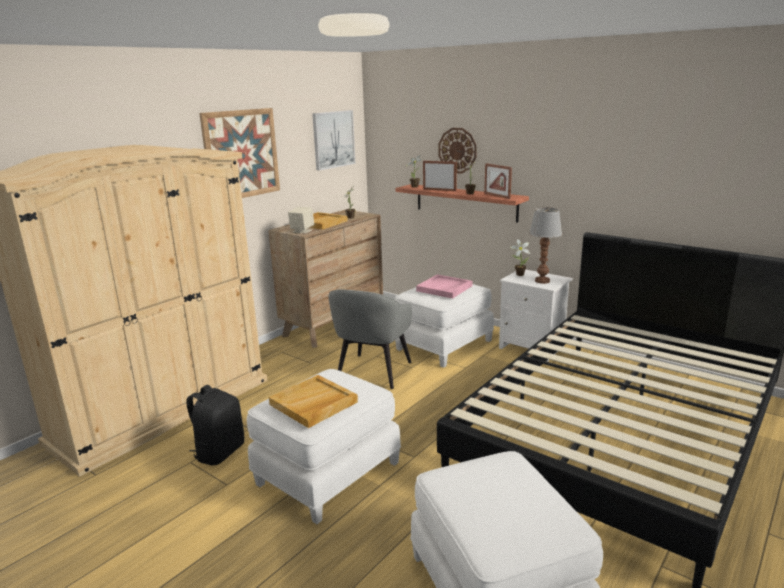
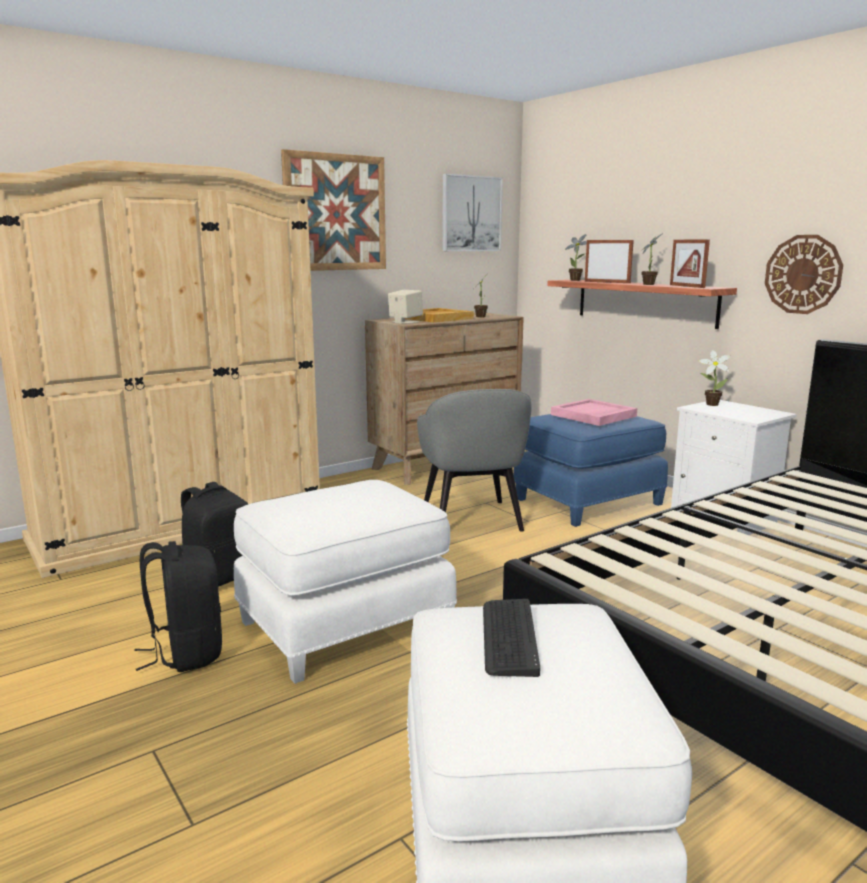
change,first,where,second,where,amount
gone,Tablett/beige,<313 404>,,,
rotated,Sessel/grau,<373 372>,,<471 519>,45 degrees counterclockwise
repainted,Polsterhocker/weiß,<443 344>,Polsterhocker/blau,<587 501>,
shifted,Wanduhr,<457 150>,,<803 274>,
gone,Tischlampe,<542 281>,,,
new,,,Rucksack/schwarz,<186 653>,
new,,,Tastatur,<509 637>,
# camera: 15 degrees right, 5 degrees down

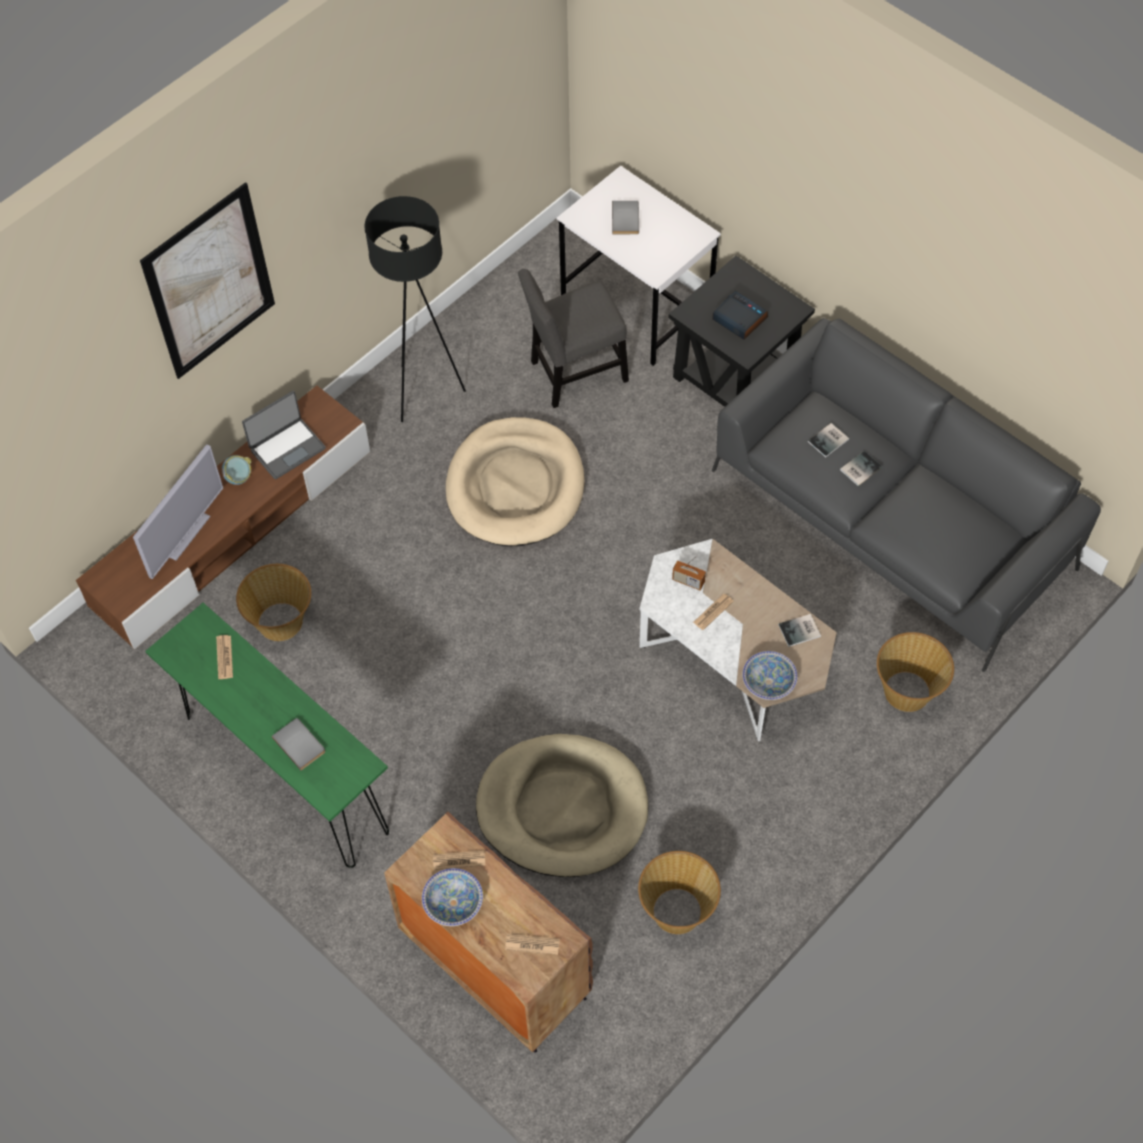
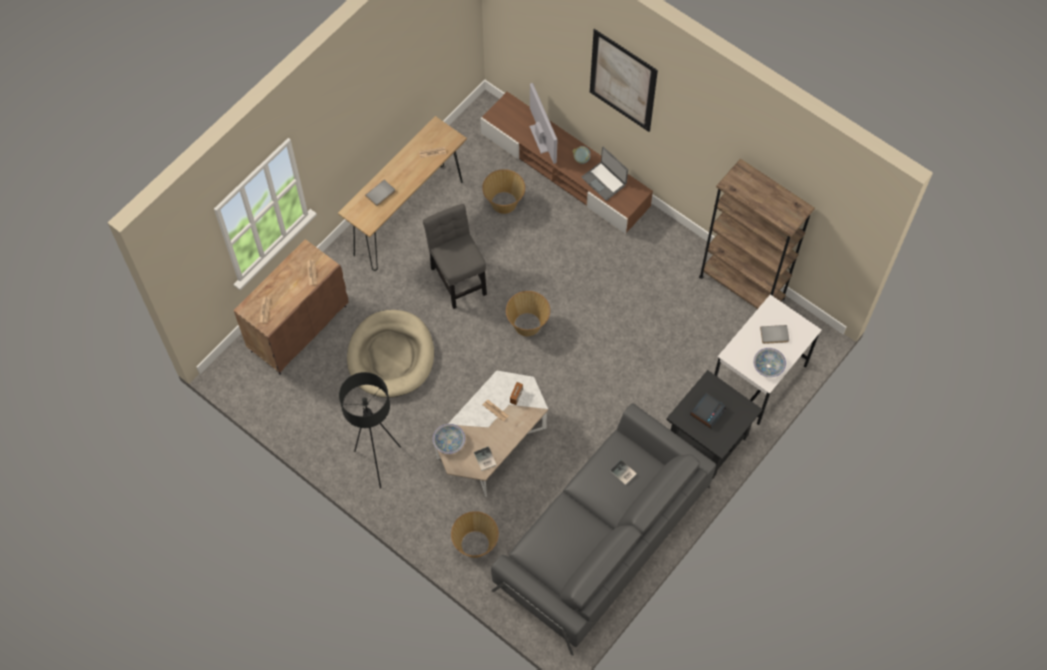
change,first,where,second,where,amount
rotated,Fernseher,<184 534>,,<540 138>,135 degrees counterclockwise
repainted,Konsolentisch/grün,<286 773>,Konsolentisch/braun,<408 217>,
shifted,Stehlampe/schwarz,<424 393>,,<378 462>,
shifted,Schüssel,<453 903>,,<768 366>,
gone,Hundebett/beige,<515 486>,,,
shifted,Stuhl/grau,<574 374>,,<458 278>,
shifted,Korb,<677 910>,,<527 324>,
gone,Buch,<859 469>,,,
new,,,Bücherregal/braun,<741 287>,
# camera: 85 degrees right, 5 degrees up

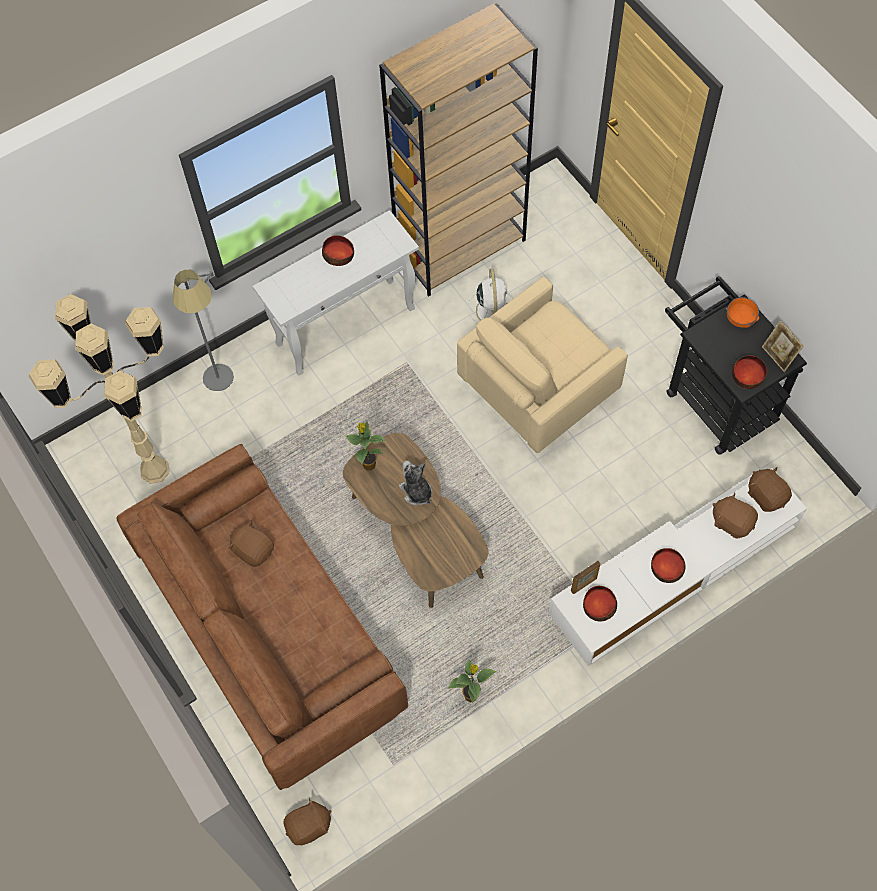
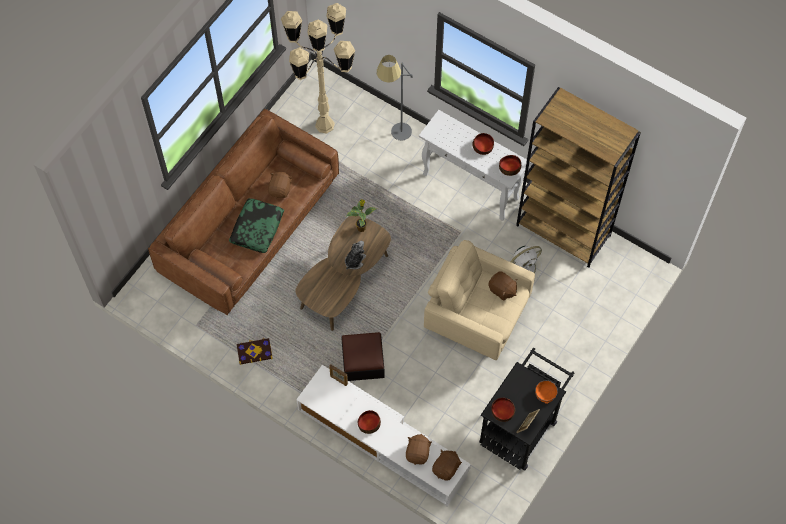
change,first,where,second,where,amount
shifted,Plüschtier/braun,<309 826>,,<502 290>,
swapped,Topfpflanze,<471 695>,Buch,<254 351>,
shifted,Schüssel,<599 606>,,<510 167>,
new,,,Kissen,<257 228>,
new,,,Polsterhocker,<363 361>,
# camera: 65 degrees right, 0 degrees up

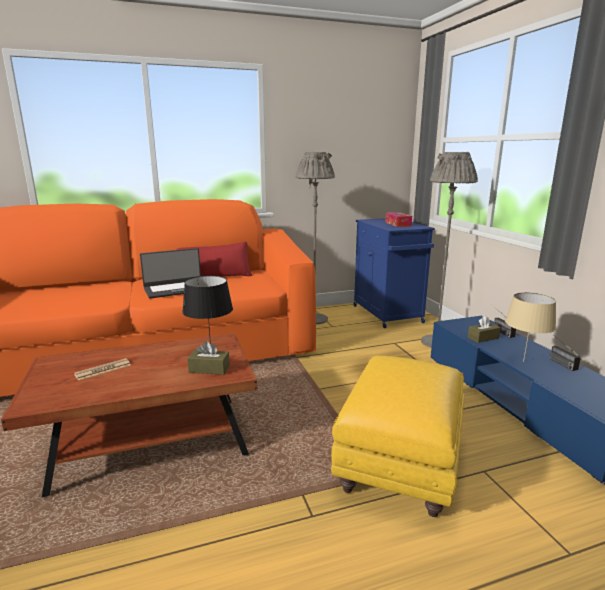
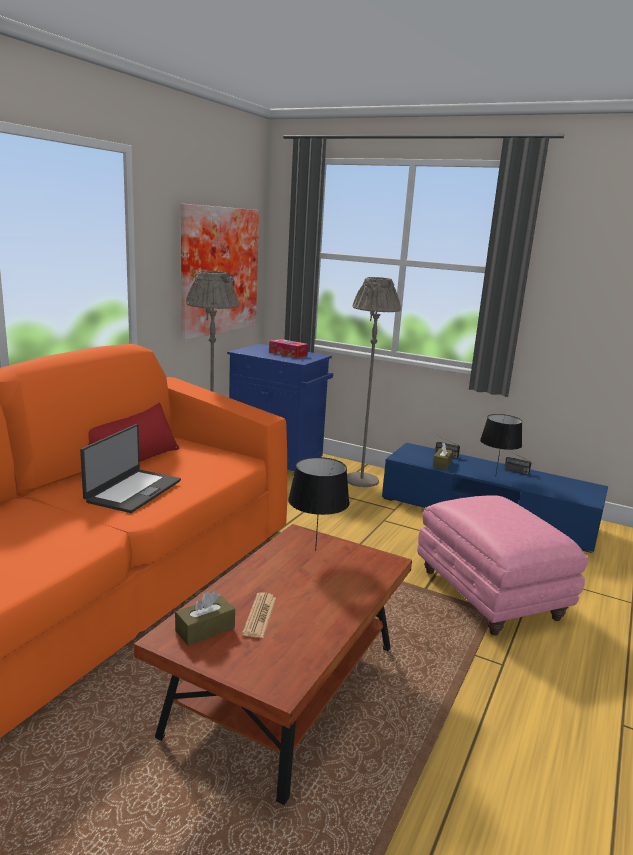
change,first,where,second,where,amount
shifted,Taschentuchbox/braun,<209 369>,,<205 629>,
repainted,Polsterhocker/gelb,<400 464>,Polsterhocker/rosa,<491 596>,
repainted,Tischlampe/beige,<523 362>,Tischlampe/schwarz,<495 477>,
new,,,Bild,<216 270>,
# camera: 45 degrees left, 0 degrees up

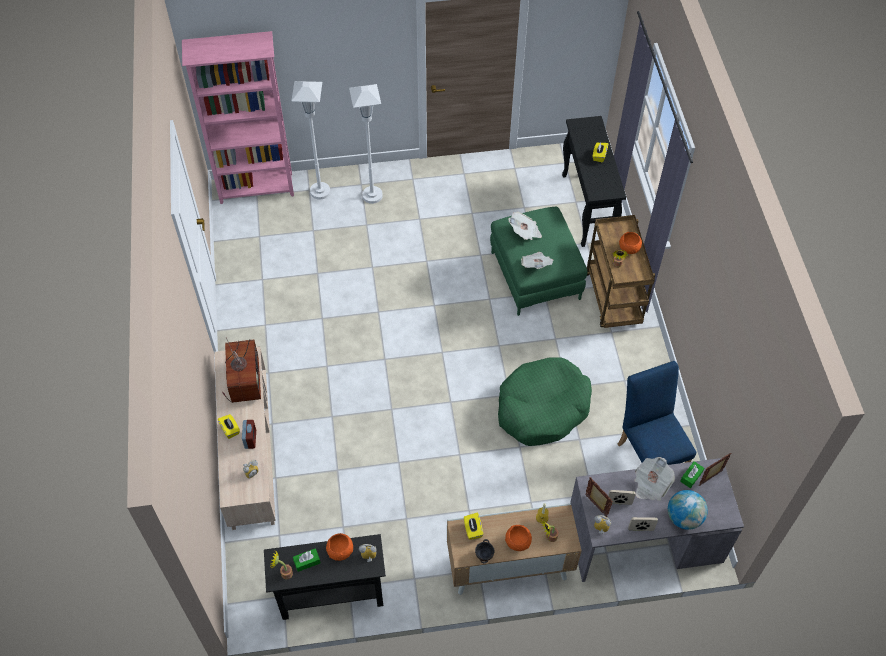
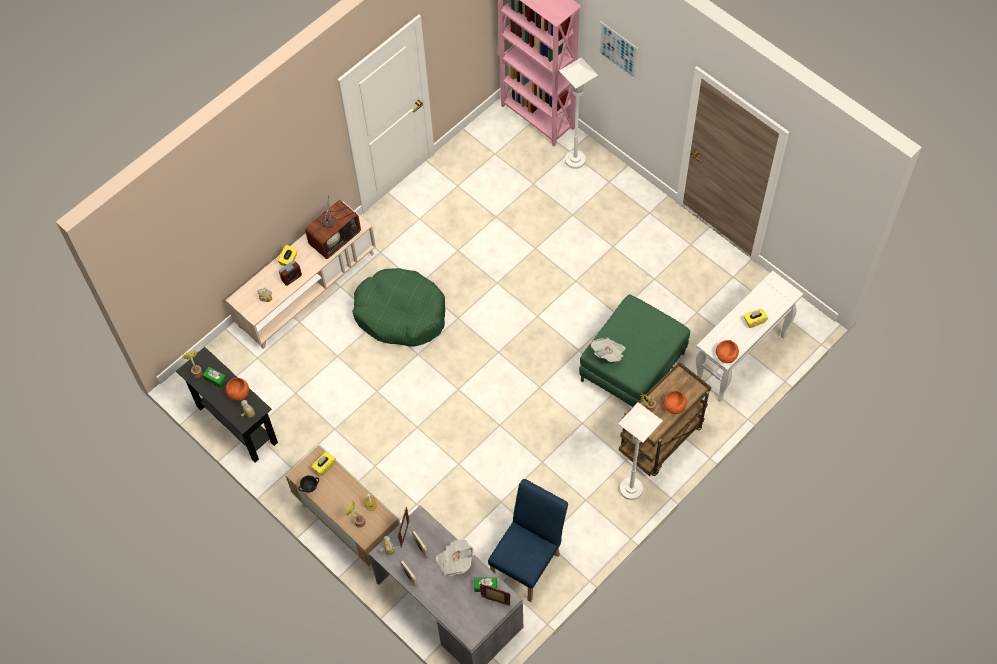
change,first,where,second,where,amount
shifted,Stehlampe/weiß,<372 195>,,<631 489>,
shifted,Hundebett/grün,<542 408>,,<401 314>,
shifted,Schüssel/orange,<517 542>,,<726 355>,
gone,Zeitung,<525 232>,,,
repainted,Konsolentisch/schwarz,<587 209>,Konsolentisch/weiß,<740 360>,
gone,Globus,<684 517>,,,
new,,,Bild,<618 50>,
# camera: 55 degrees right, 5 degrees up

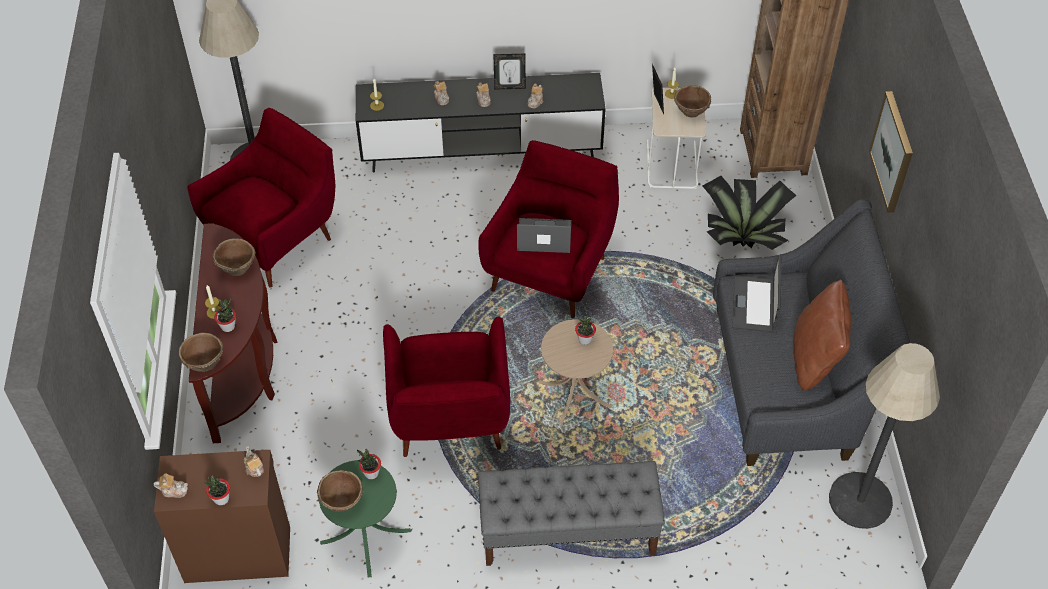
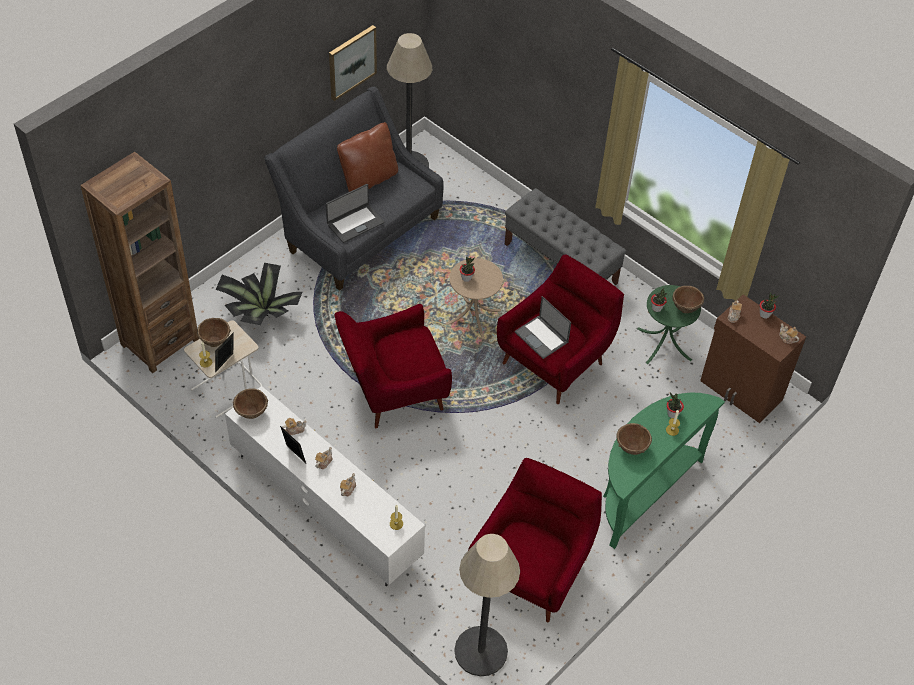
change,first,where,second,where,amount
shifted,Schüssel/braun,<204 363>,,<252 412>,
rotated,Sessel/rot,<276 238>,,<532 569>,120 degrees clockwise
repainted,Konsolentisch/braun,<244 370>,Konsolentisch/grün,<643 491>,
repainted,Fernsehschrank/schwarz,<481 153>,Fernsehschrank/weiß,<326 508>,
shifted,Laptop,<543 236>,,<542 337>,
shifted,Bild,<893 152>,,<351 62>,
# camera: 135 degrees left, 0 degrees up

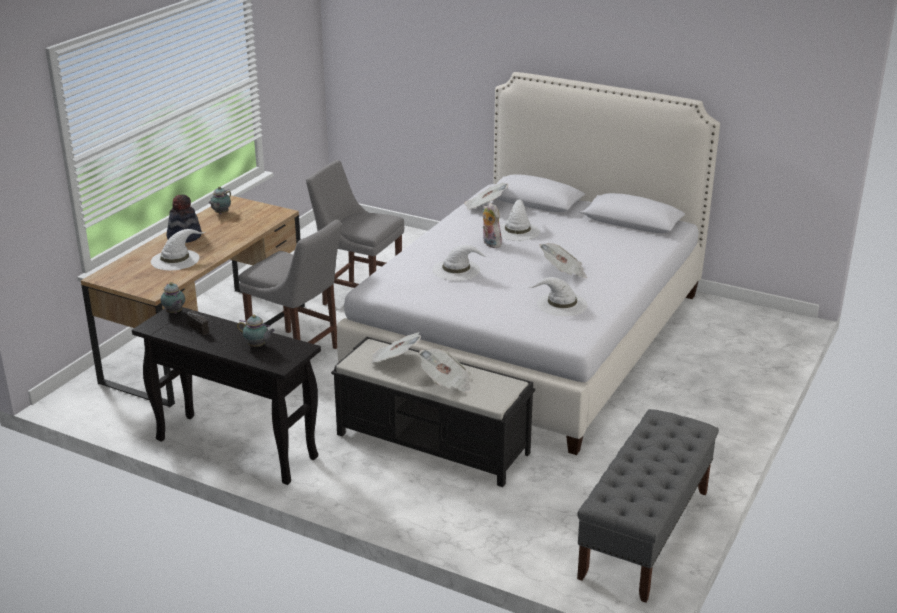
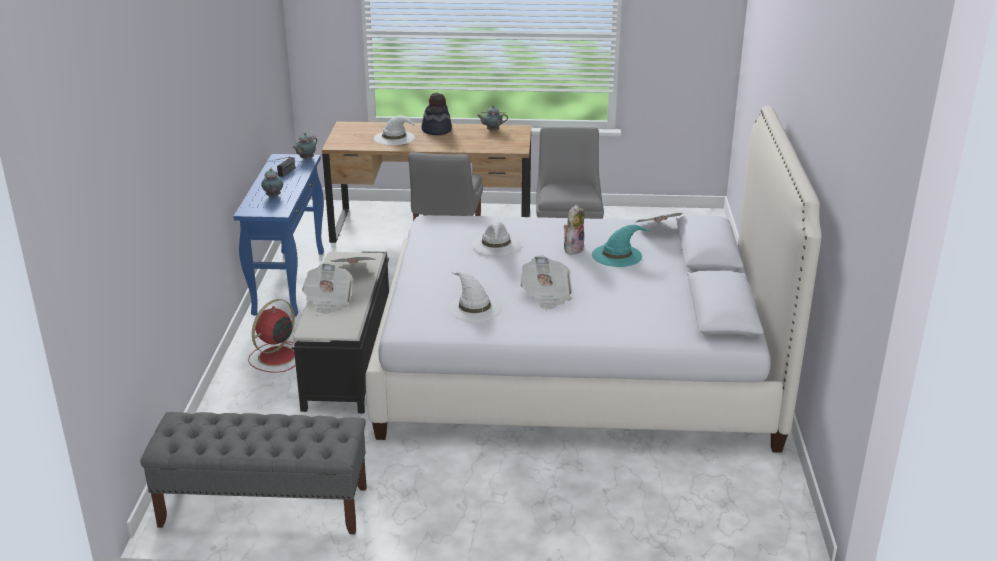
change,first,where,second,where,amount
repainted,Konsolentisch/schwarz,<234 449>,Konsolentisch/blau,<289 281>,
repainted,Hut/weiß,<517 231>,Hut/türkis,<617 255>,
new,,,Ventilator/rot,<275 357>,
# camera: 65 degrees right, 0 degrees up

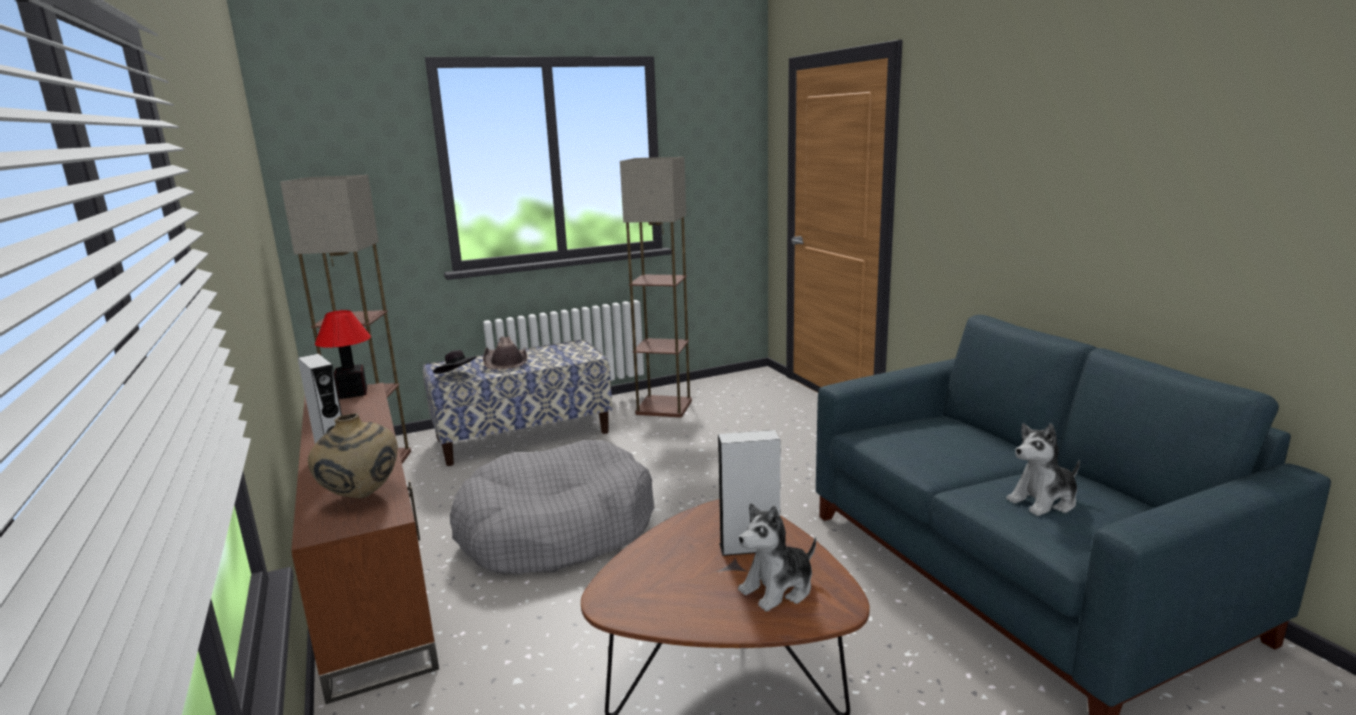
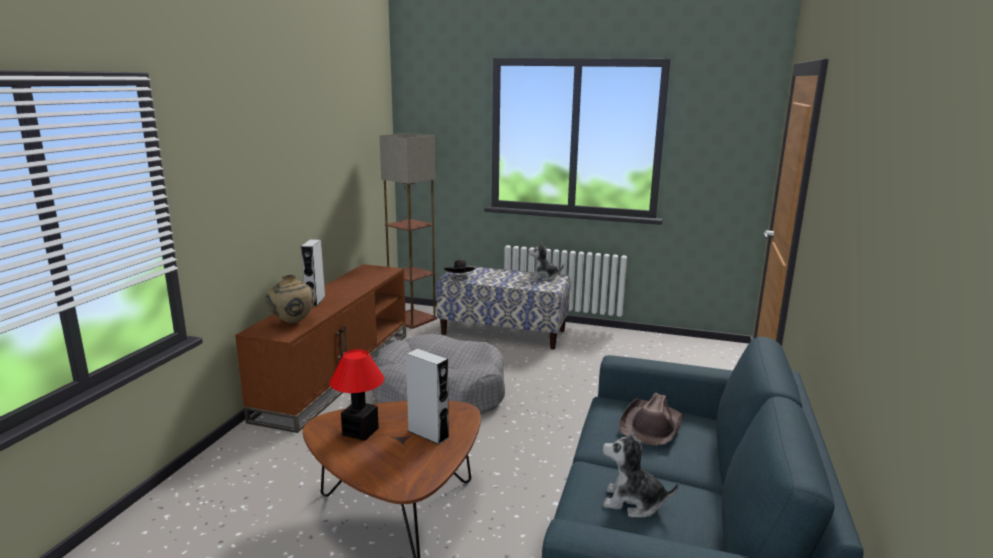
change,first,where,second,where,amount
shifted,Tischlampe,<352 393>,,<359 431>,
shifted,Hut/braun,<506 361>,,<651 425>,
gone,Stehlampe,<665 407>,,,
shifted,Plüschtier,<778 589>,,<543 277>,
# camera: 40 degrees right, 0 degrees up

